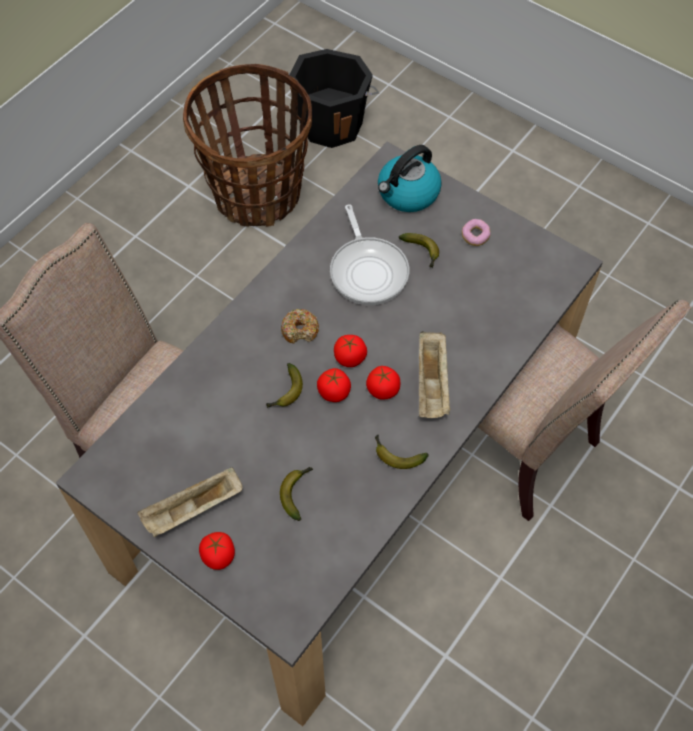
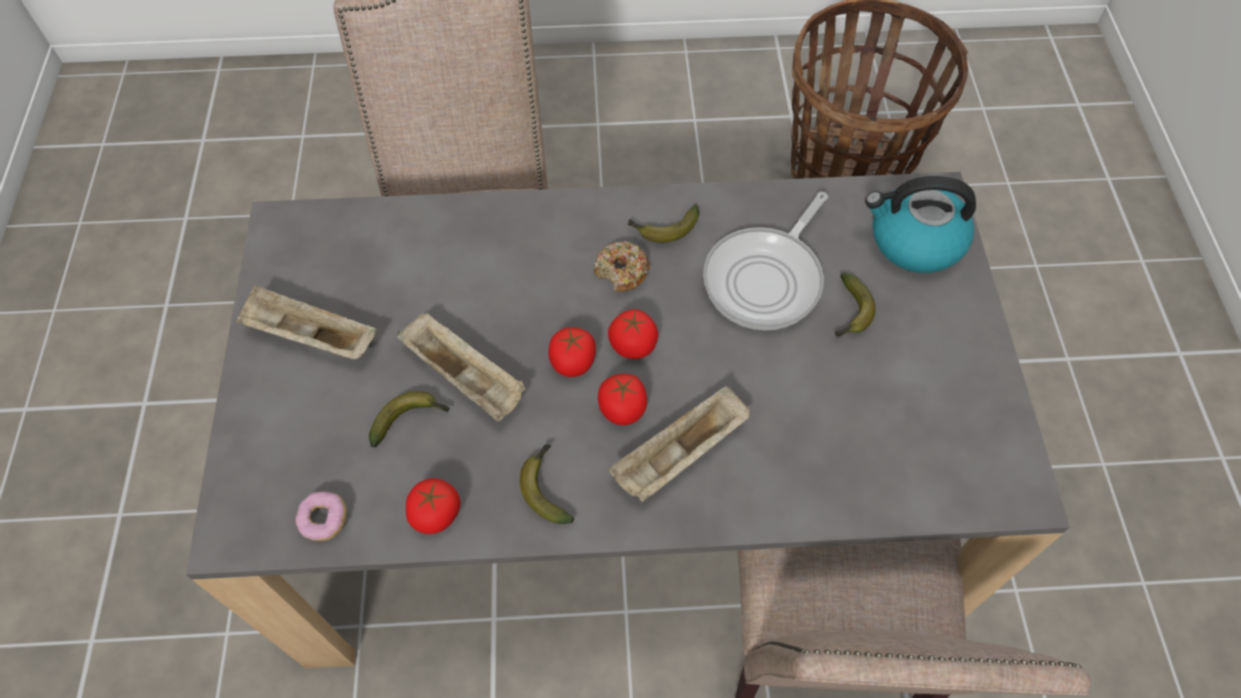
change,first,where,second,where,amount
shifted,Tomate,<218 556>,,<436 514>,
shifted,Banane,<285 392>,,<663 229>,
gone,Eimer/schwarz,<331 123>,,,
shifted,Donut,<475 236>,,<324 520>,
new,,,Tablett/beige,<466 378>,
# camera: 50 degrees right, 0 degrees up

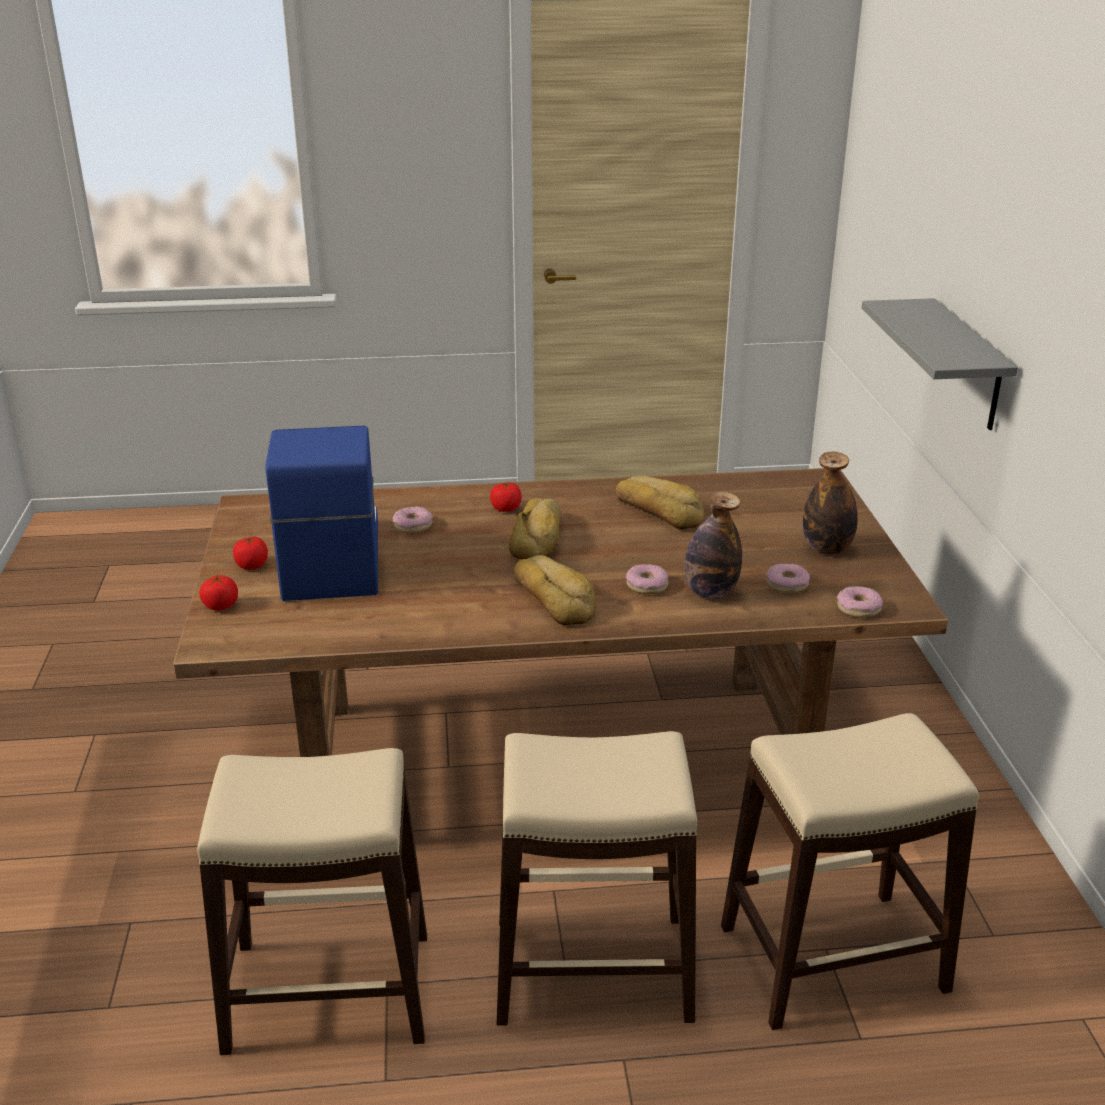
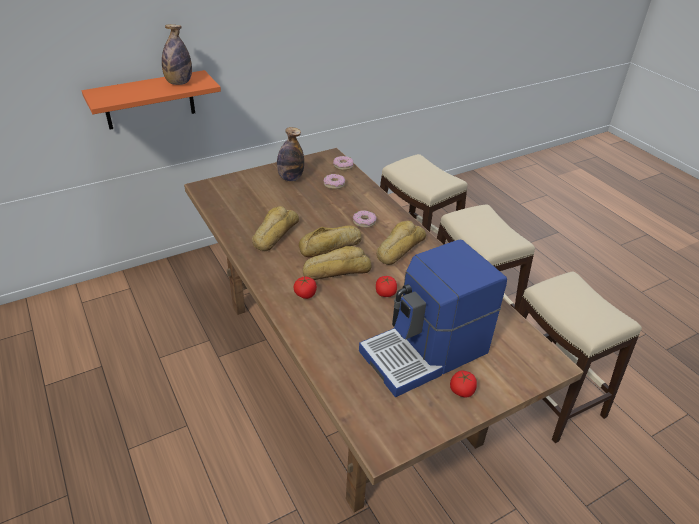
change,first,where,second,where,amount
shifted,Tomate,<221 605>,,<385 293>,
gone,Donut,<413 526>,,,
shifted,Flasche,<710 592>,,<179 83>,
repainted,Wandregal/grau,<967 365>,Wandregal/orange,<149 100>,
new,,,Brot,<331 247>,
# camera: 115 degrees left, 10 degrees up

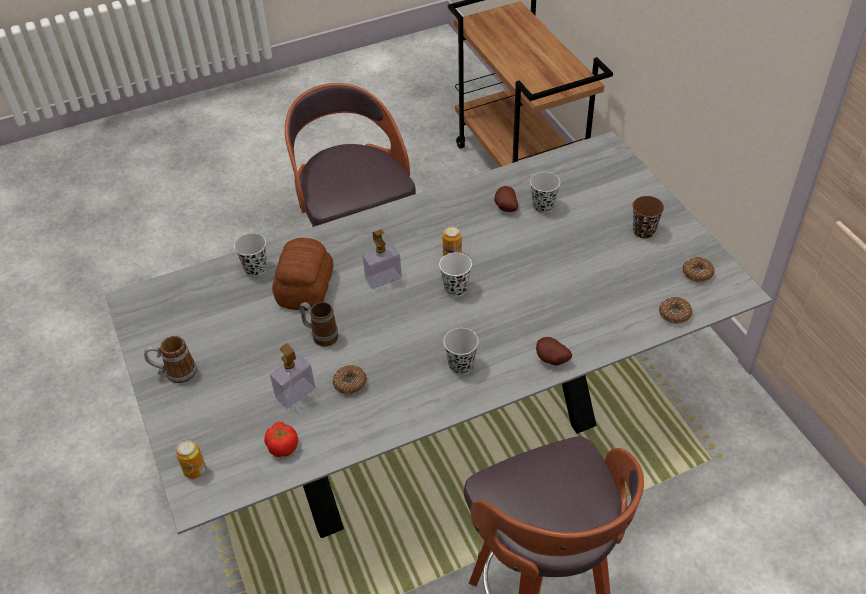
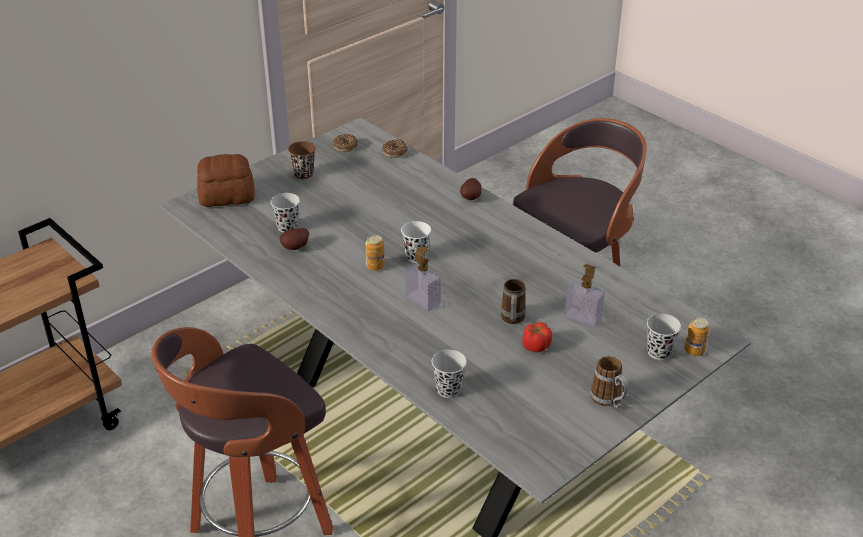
change,first,where,second,where,amount
shifted,Tomate,<283 447>,,<536 346>,
shifted,Brot,<306 288>,,<226 196>,
gone,Donut,<350 383>,,,
shifted,Tasse/schwarz,<461 365>,,<659 352>,
# camera: 110 degrees left, 10 degrees down

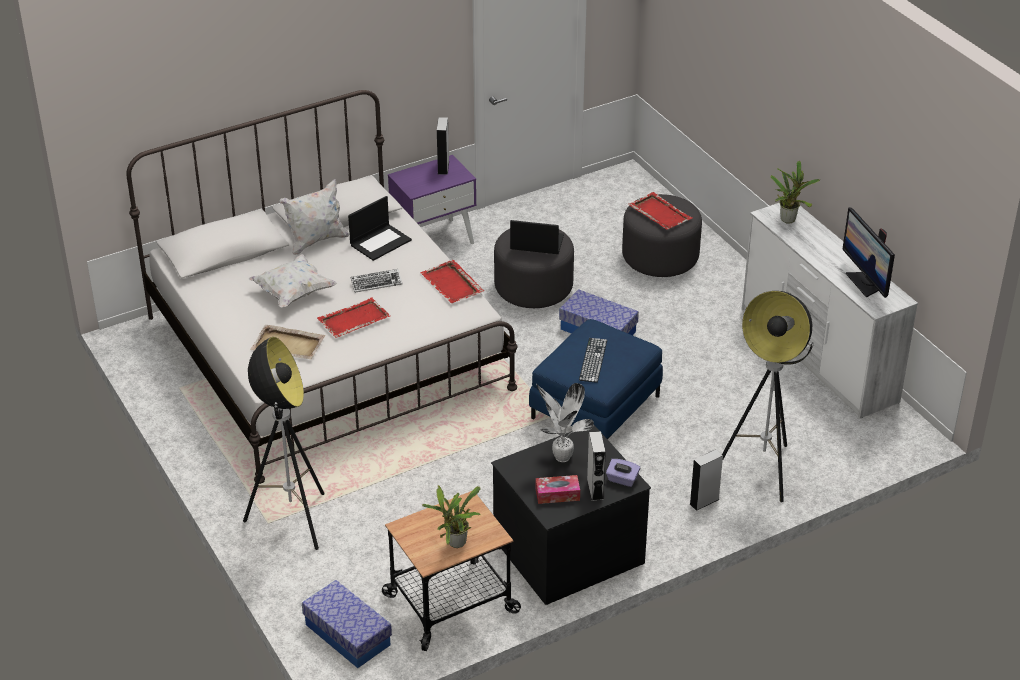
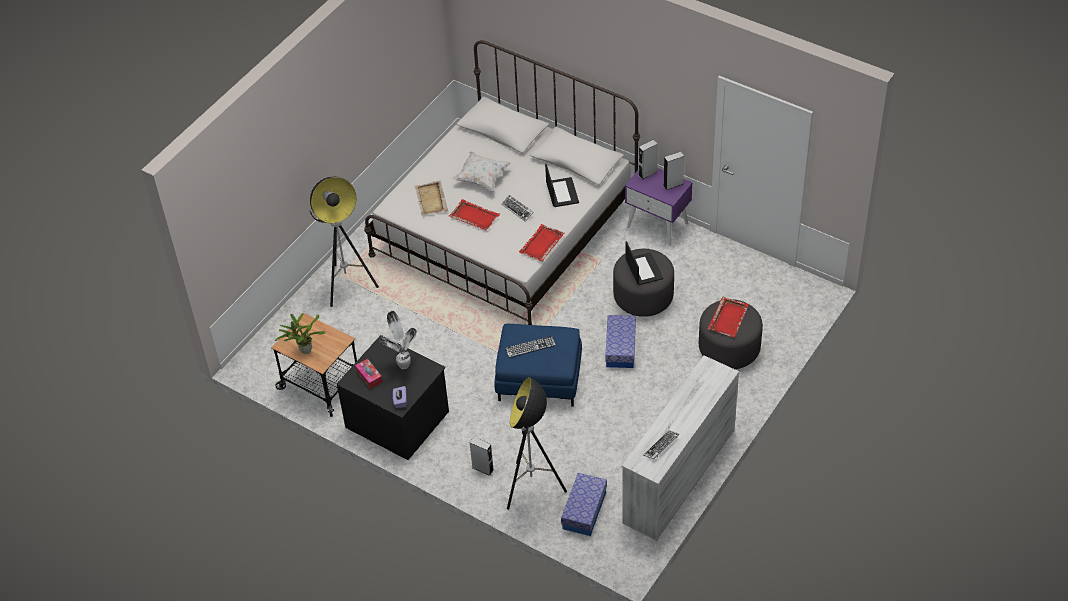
change,first,where,second,where,amount
gone,Kissen/weiß,<316 241>,,,
shifted,Aufbewahrungsbox,<347 635>,,<584 510>,
rotated,Laptop,<380 242>,,<561 192>,120 degrees counterclockwise
shifted,Lautsprecher/grau,<595 489>,,<647 173>,
gone,Topfpflanze,<789 218>,,,
swapped,Monitor,<865 283>,Tastatur,<661 446>,
# camera: 65 degrees right, 10 degrees up

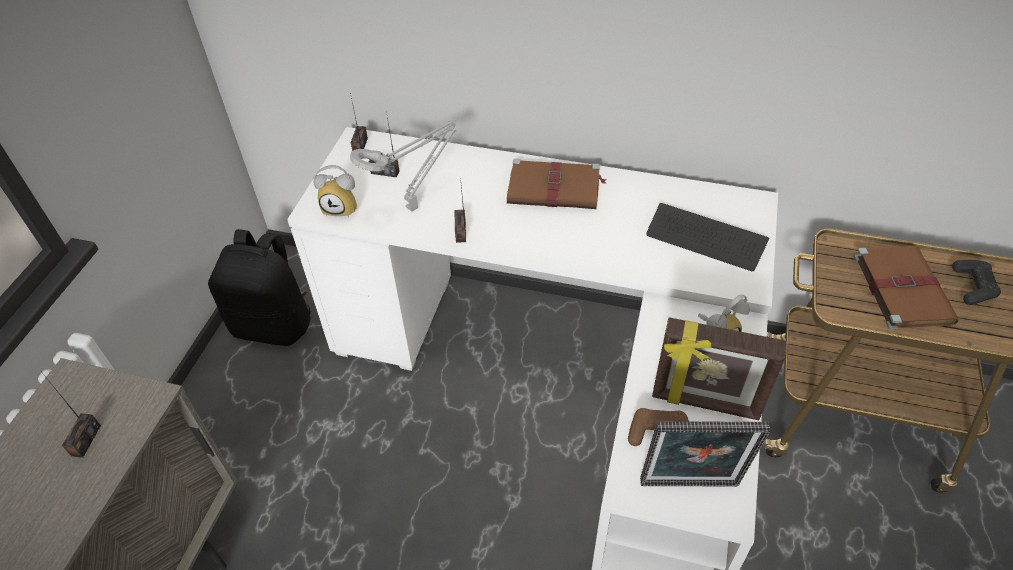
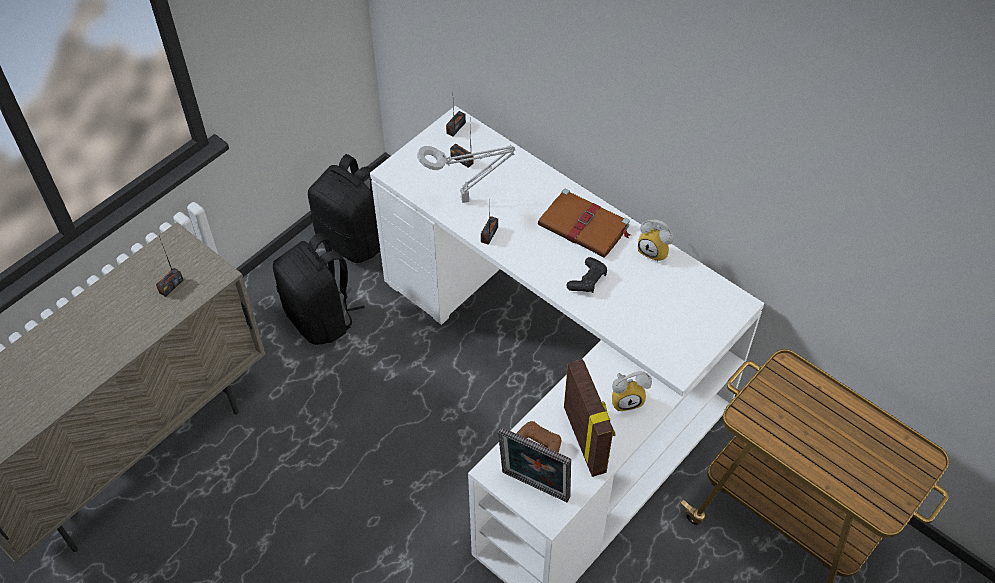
change,first,where,second,where,amount
shifted,Wecker,<342 208>,,<655 251>,
gone,Tastatur,<705 238>,,,
rotated,Bilderrahmen,<705 403>,,<586 439>,150 degrees counterclockwise
gone,Buch/braun,<901 288>,,,
shifted,Gamepad/schwarz,<972 287>,,<587 280>,
new,,,Rucksack/schwarz,<321 318>,
# camera: 25 degrees right, 5 degrees up

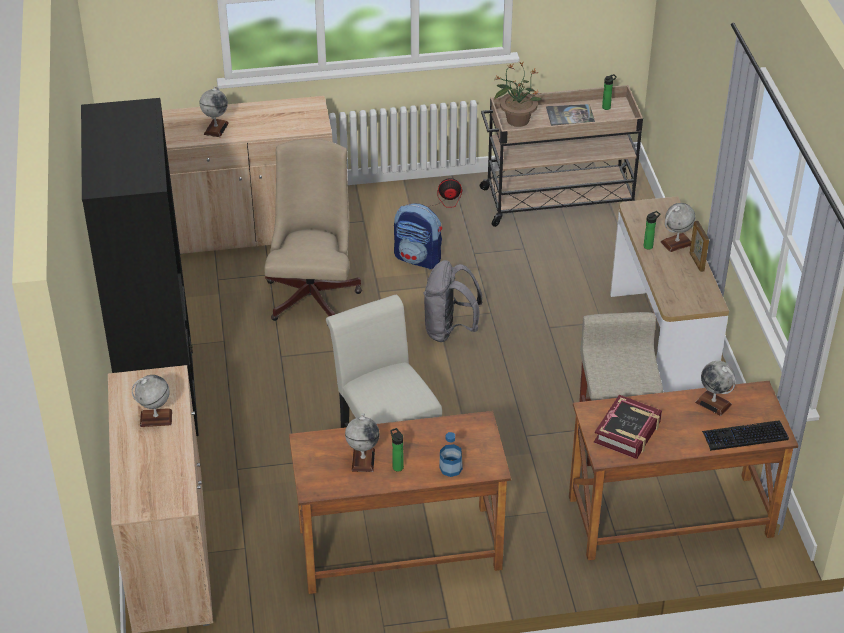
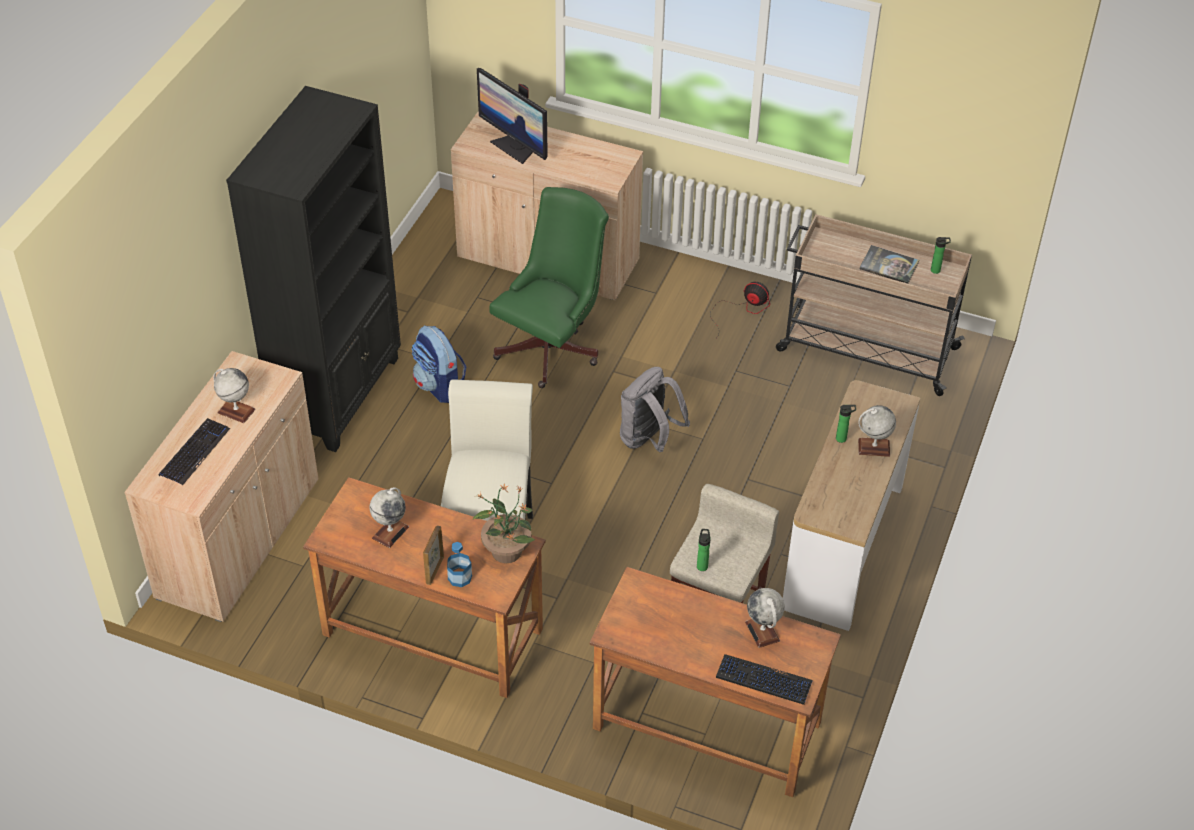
change,first,where,second,where,amount
swapped,Globus,<216 128>,Monitor,<515 147>,
repainted,Bürostuhl/beige,<313 292>,Bürostuhl/grün,<552 346>,
shifted,Flasche,<397 466>,,<702 565>,
shifted,Rucksack,<418 258>,,<439 386>,
shifted,Topfpflanze,<517 119>,,<506 550>,
gone,Buch,<628 432>,,,
shifted,Bilderrahmen,<696 262>,,<434 570>,
new,,,Tastatur,<194 452>,
# camera: 30 degrees right, 5 degrees up

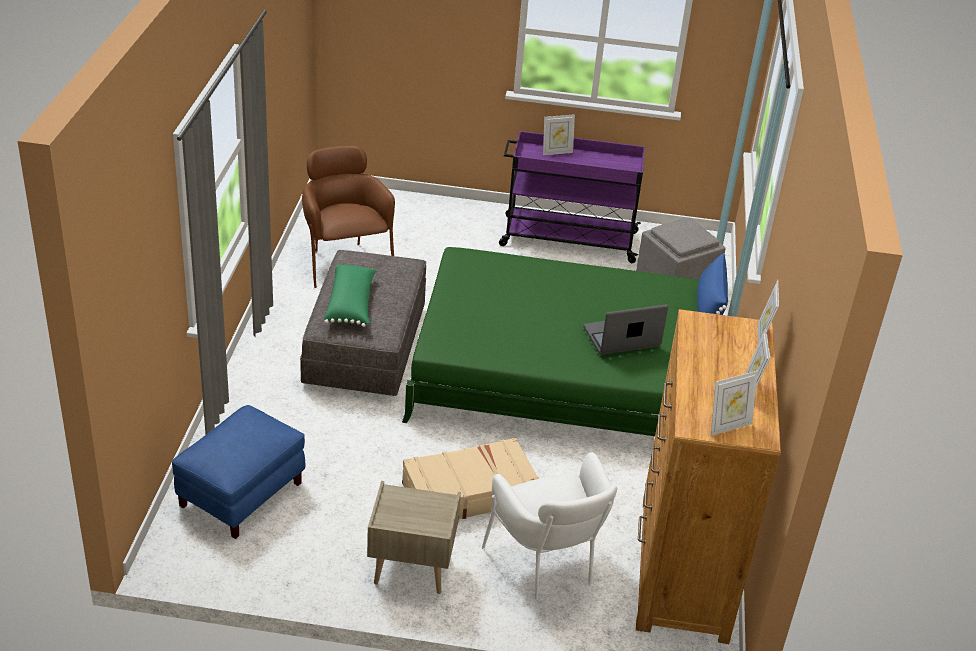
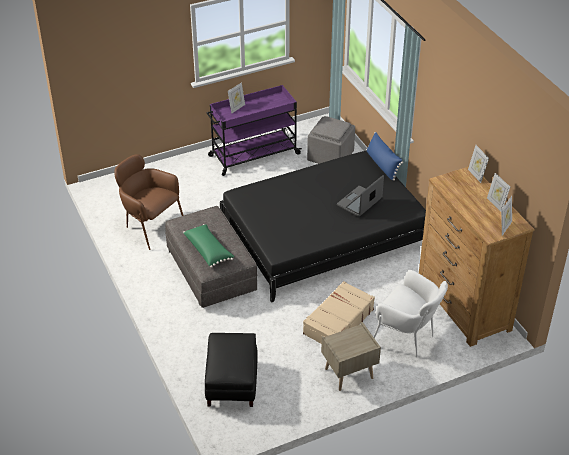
change,first,where,second,where,amount
repainted,Polsterhocker/blau,<241 495>,Polsterhocker/schwarz,<232 383>,
repainted,Bett/grün,<564 373>,Bett/schwarz,<323 234>,
# camera: 30 degrees left, 5 degrees up

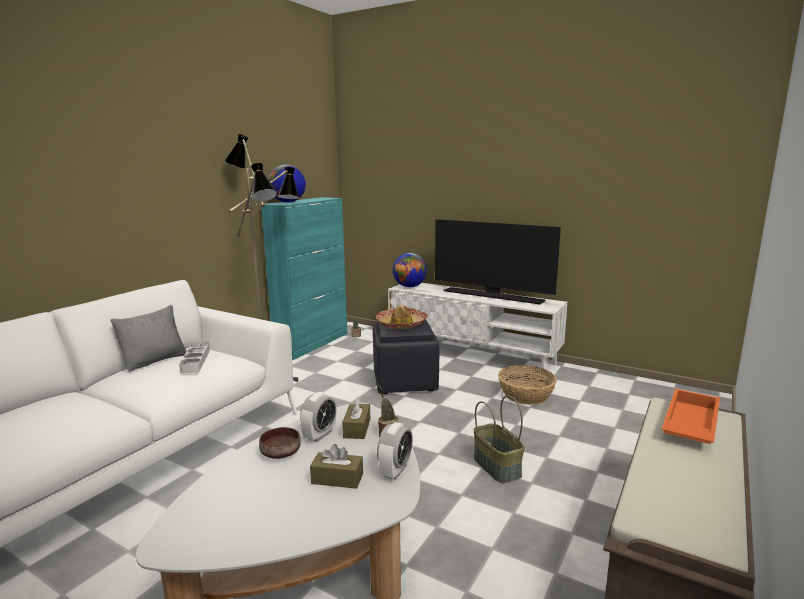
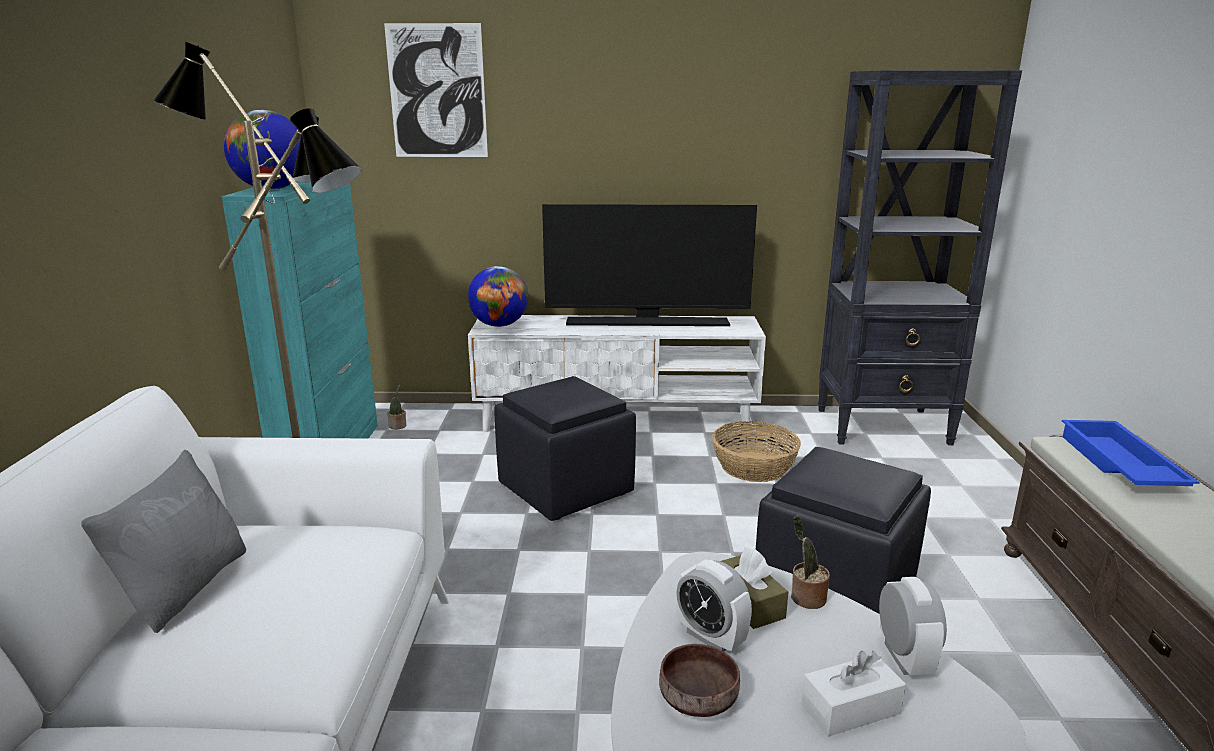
change,first,where,second,where,amount
gone,Tablett/grau,<196 360>,,,
rotated,Wecker,<319 435>,,<710 637>,135 degrees clockwise
repainted,Taschentuchbox/braun,<337 479>,Taschentuchbox/weiß,<850 709>,
gone,Hut,<401 324>,,,
swapped,Korb,<498 467>,Polsterhocker/schwarz,<837 588>,
repainted,Tablett/orange,<688 424>,Tablett/blau,<1117 464>,
new,,,Bild,<437 91>,
new,,,Bücherregal/schwarz,<884 426>,
# camera: 30 degrees left, 5 degrees up

